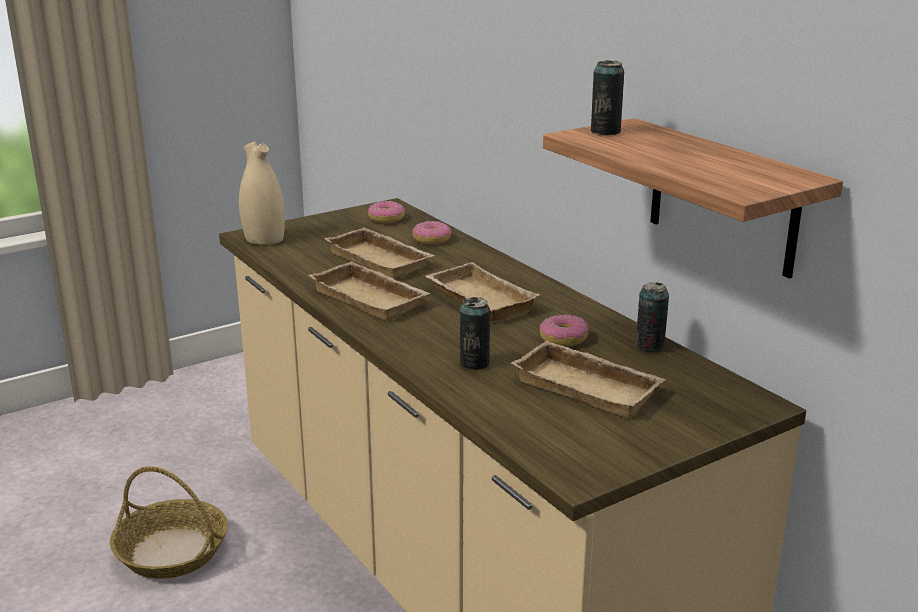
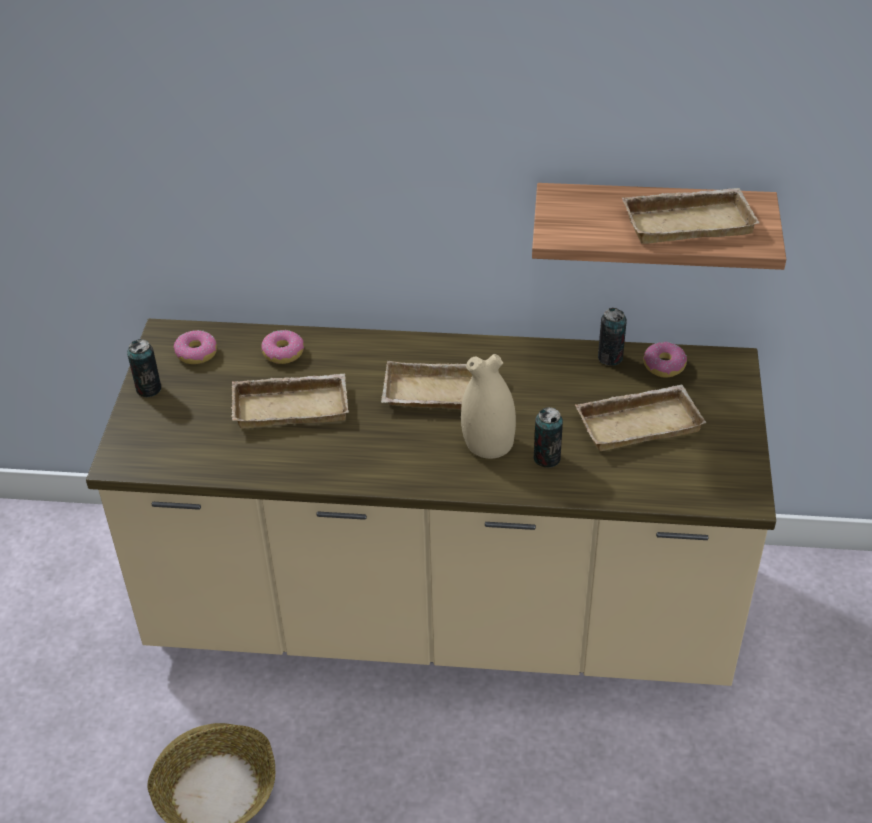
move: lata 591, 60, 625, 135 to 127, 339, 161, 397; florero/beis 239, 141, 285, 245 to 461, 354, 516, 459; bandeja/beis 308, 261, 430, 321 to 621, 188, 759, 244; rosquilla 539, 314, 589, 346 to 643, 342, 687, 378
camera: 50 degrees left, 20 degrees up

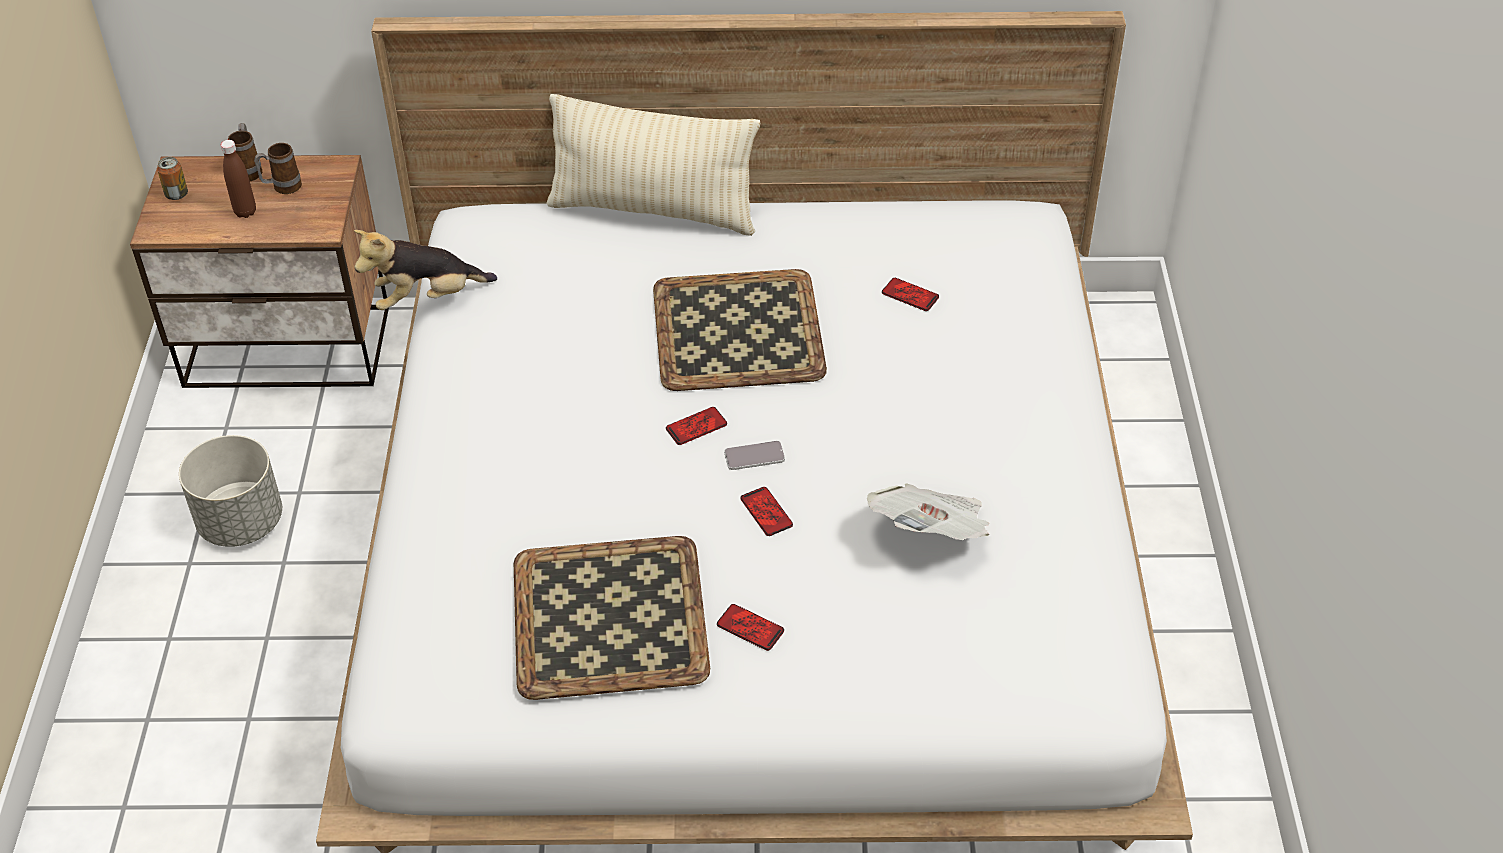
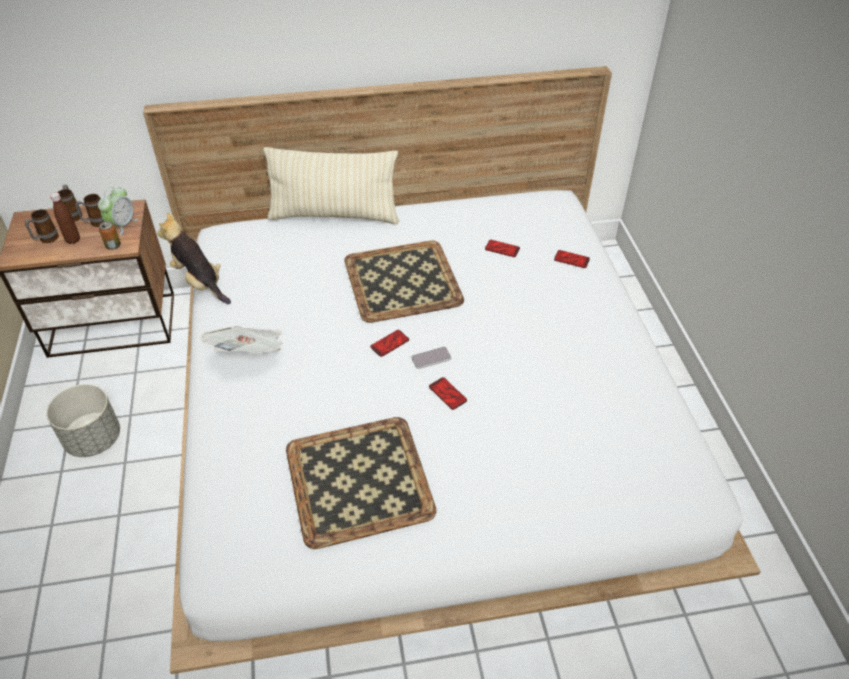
insert: despertador 98, 187, 138, 236; taza grande 25, 209, 59, 243
move: lata 157, 157, 188, 200 to 99, 221, 121, 250; periódico 867, 483, 990, 540 to 201, 326, 283, 354; móvil 717, 604, 784, 651 to 554, 250, 590, 268
rotate: peluche 354, 230, 497, 310 = 157, 213, 231, 304 75 degrees clockwise
camera: 10 degrees left, 0 degrees up

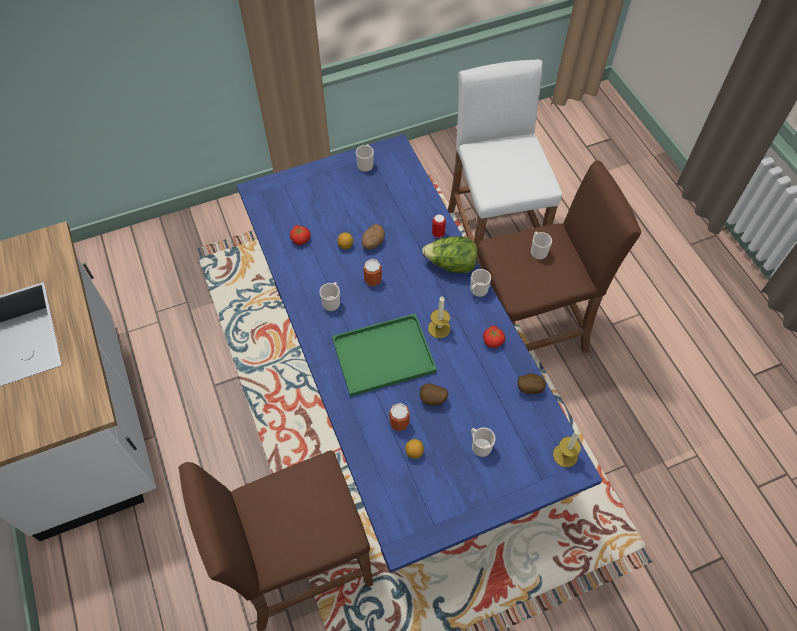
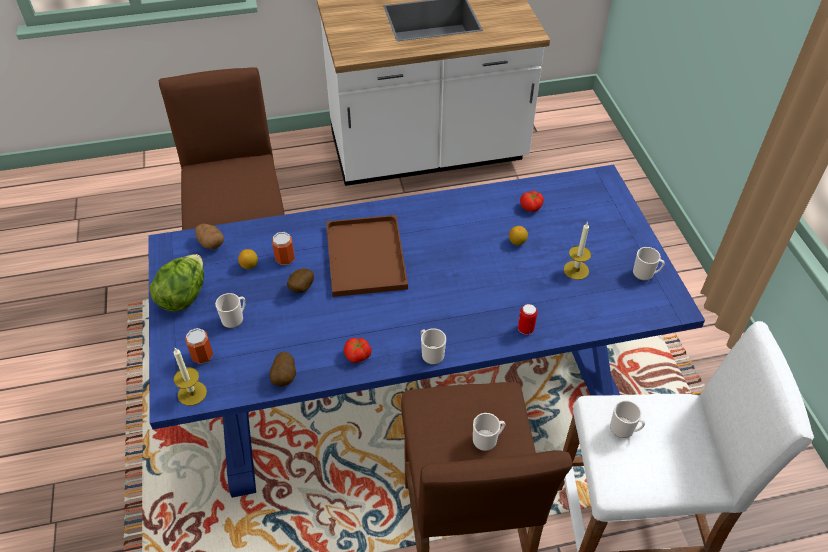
move: patata 362, 224, 385, 250 to 195, 224, 224, 249; lechuga 422, 236, 478, 273 to 150, 254, 204, 312; lata 363, 259, 382, 286 to 185, 328, 213, 364; taza grande 319, 282, 340, 311 to 610, 400, 645, 438; vela 428, 296, 451, 338 to 564, 223, 591, 280
recolor: bandeja/verde 332, 314, 437, 397 to bandeja/marrón 326, 215, 408, 297
camera: 100 degrees right, 10 degrees down

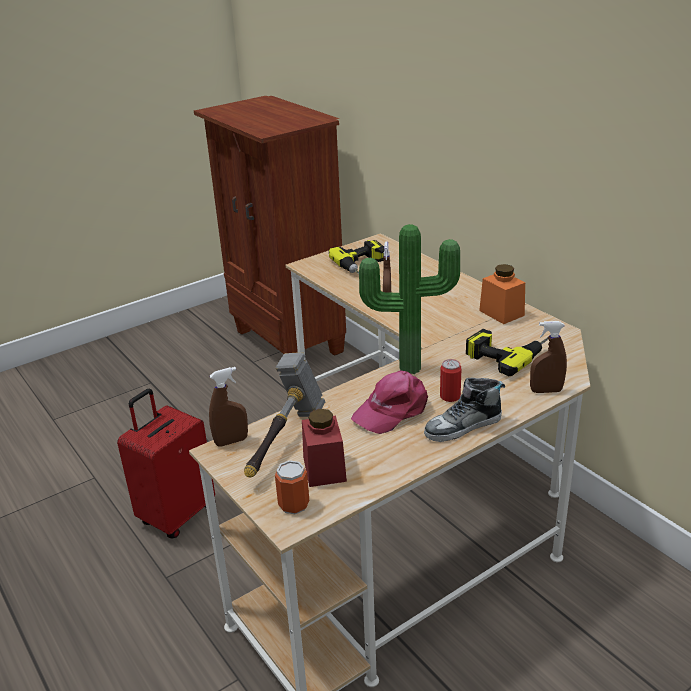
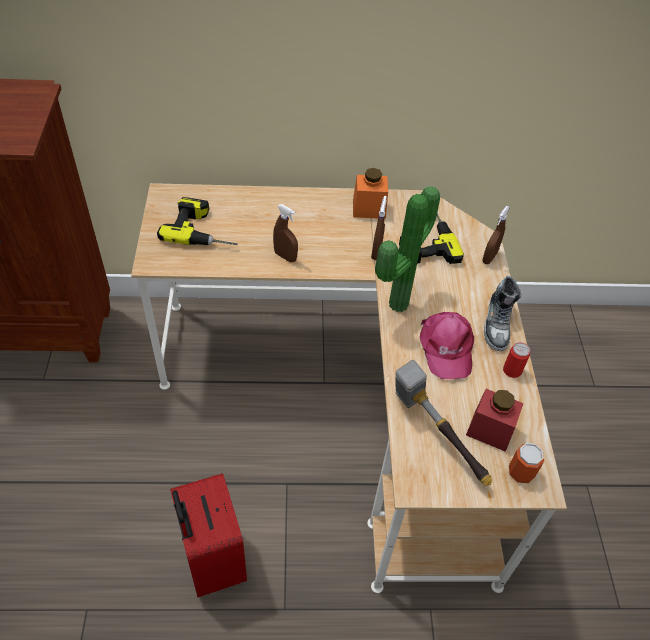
move: lata 440, 359, 461, 402 to 503, 342, 530, 378; pulverizador/marrón 209, 367, 248, 447 to 371, 196, 387, 260
camera: 60 degrees left, 20 degrees up

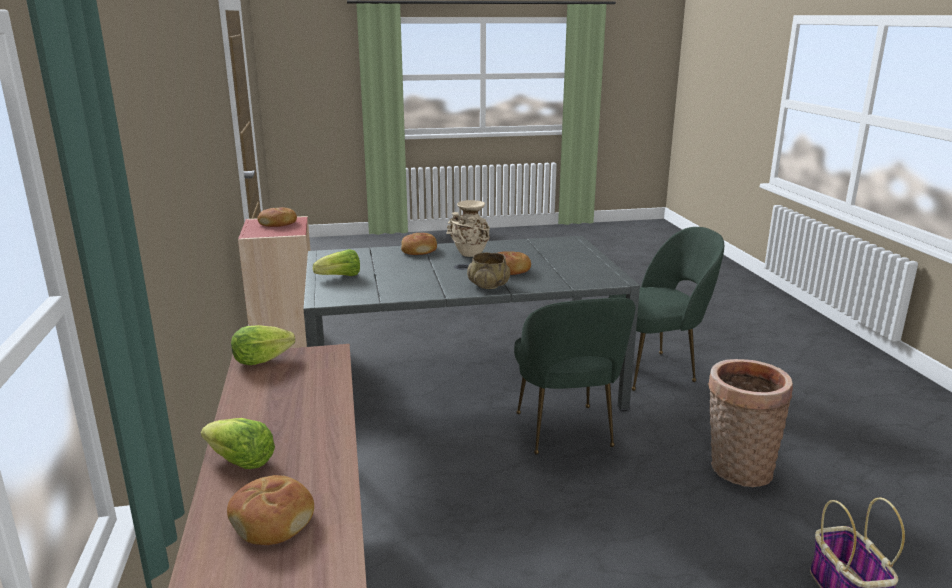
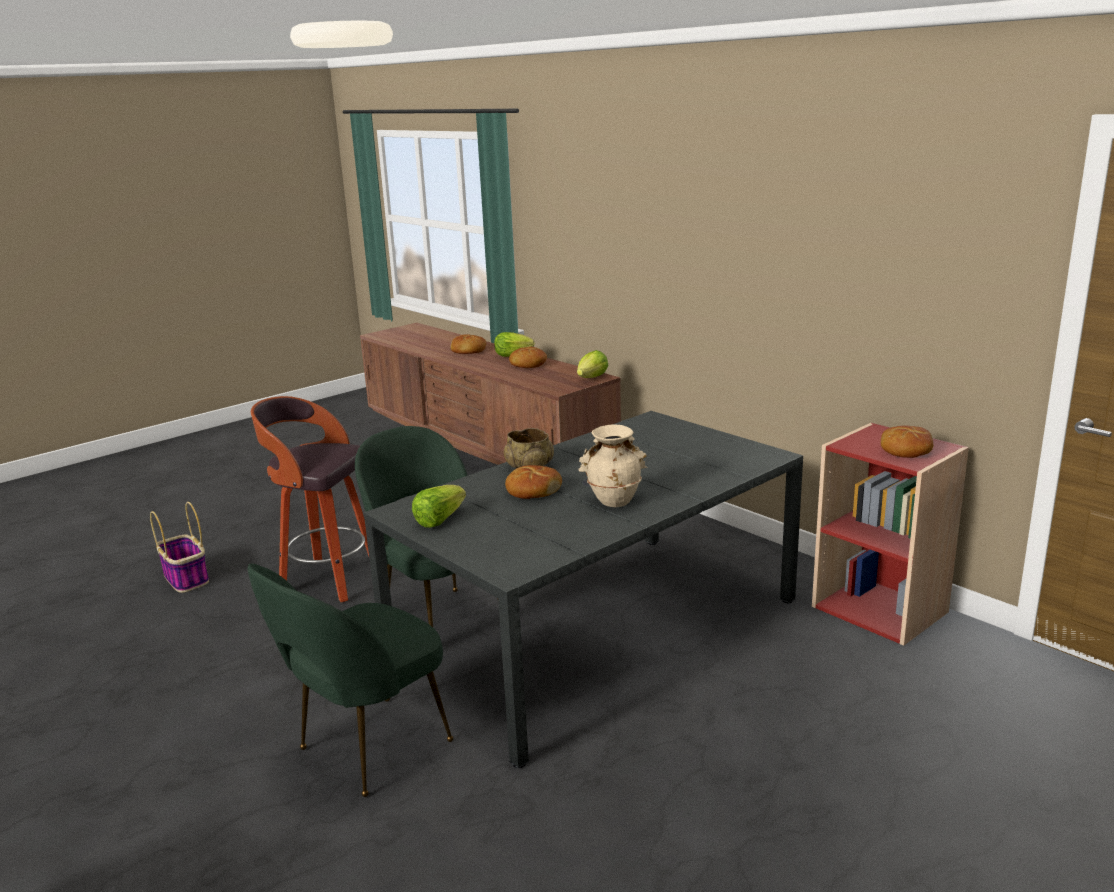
delete: cesta 708, 359, 793, 487
insert: taburete 251, 396, 369, 602
move: pan 401, 233, 437, 255 to 509, 347, 547, 368; lechuga 313, 249, 360, 276 to 412, 485, 466, 528
camera: 150 degrees right, 0 degrees up

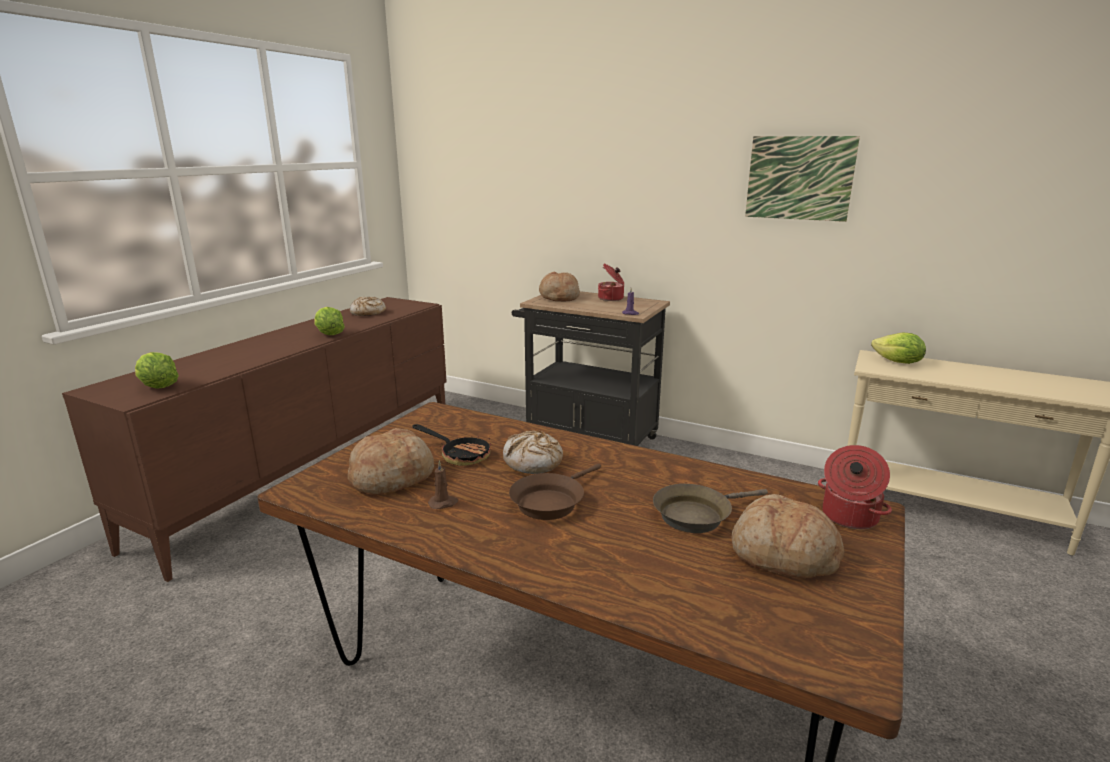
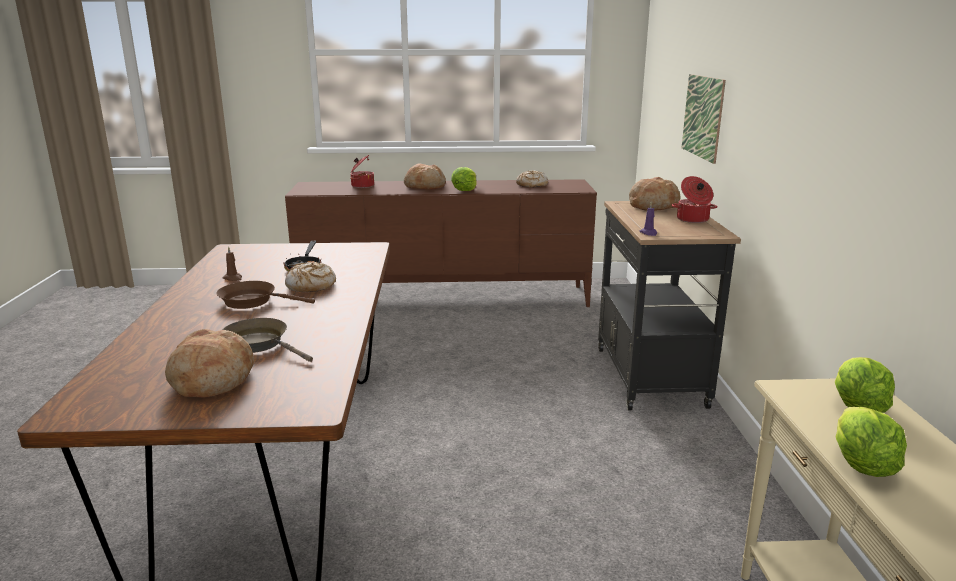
move: cuadro 745, 136, 860, 222 to 682, 74, 726, 164; lechuga 135, 352, 179, 389 to 836, 407, 907, 477; pan 348, 428, 434, 495 to 404, 163, 446, 189; olla 818, 445, 892, 529 to 350, 155, 374, 188
camera: 60 degrees right, 0 degrees up

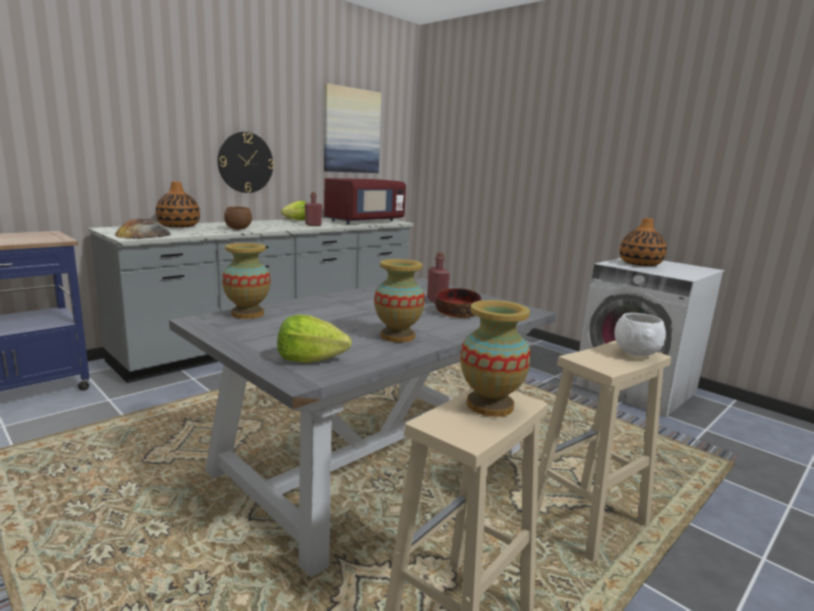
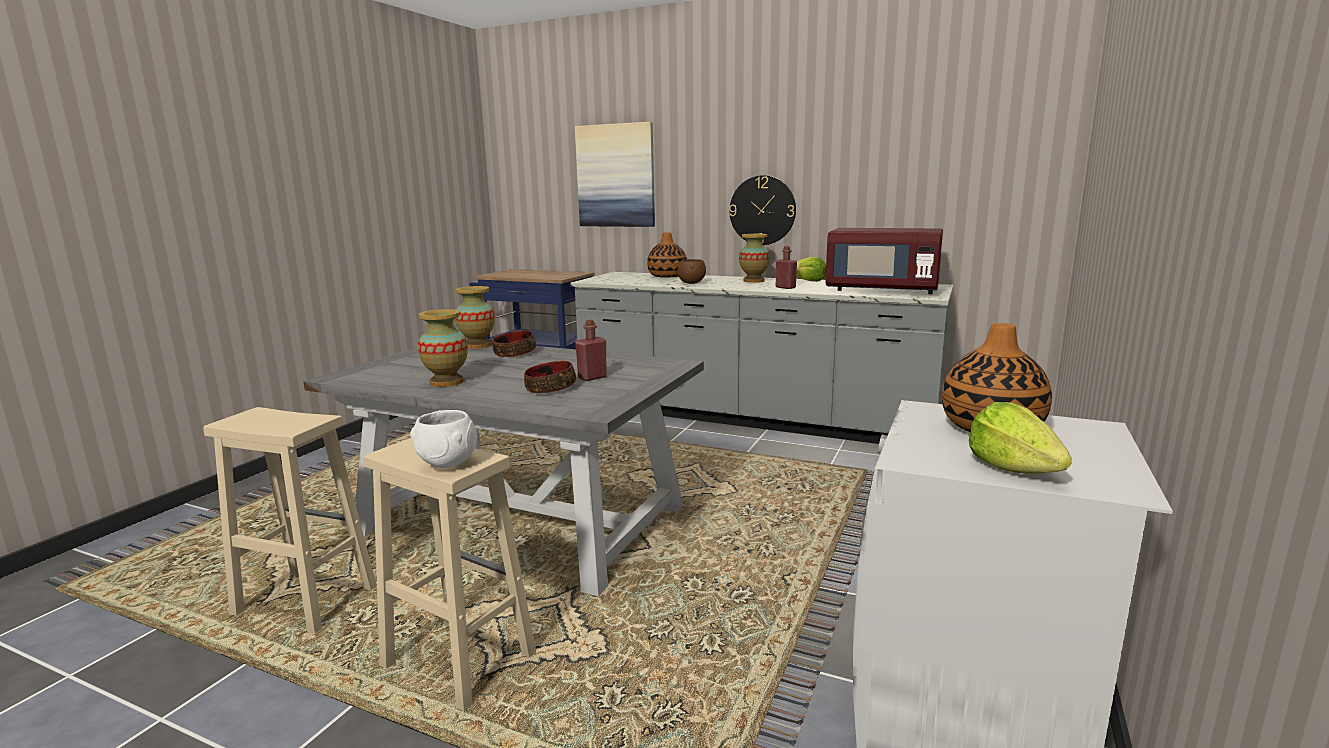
delete: pan 115, 218, 171, 239
insert: cuenco 492, 330, 536, 357
move: cuadro 324, 83, 382, 173 to 575, 122, 655, 227; florero 460, 300, 531, 417 to 739, 234, 770, 283; lechuga 277, 315, 351, 363 to 969, 402, 1072, 474
camera: 70 degrees right, 0 degrees up

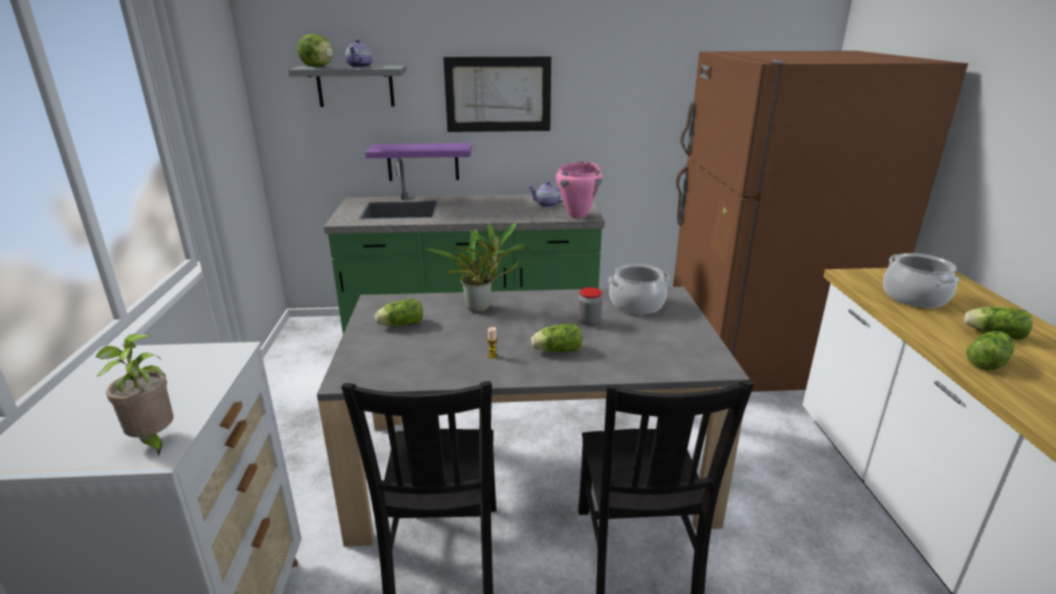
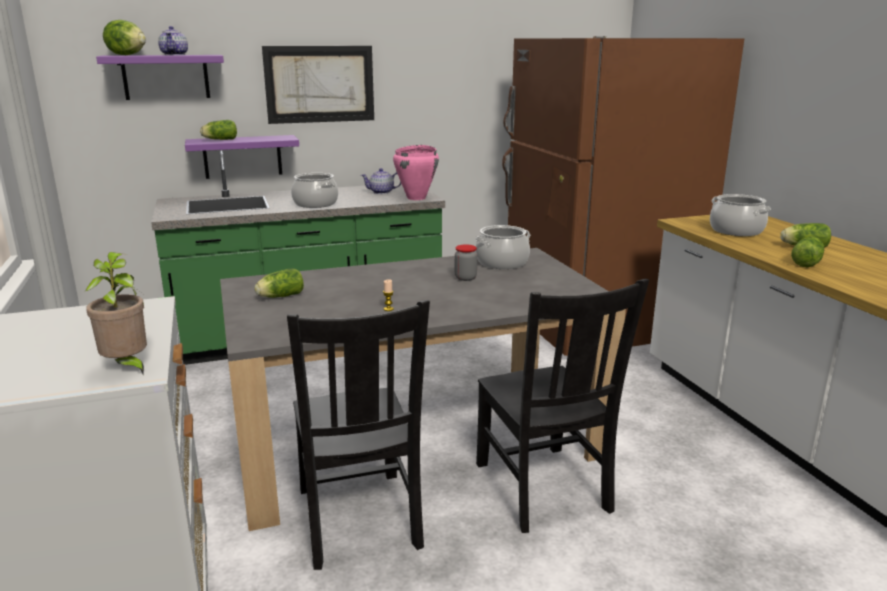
delete: planta en maceta 426, 223, 529, 312
insert: olla 291, 173, 338, 208
move: lechuga 531, 323, 582, 352 to 200, 120, 237, 140
recolor: estante/gris 288, 65, 406, 107 to estante/morado 96, 55, 224, 100
camera: 15 degrees left, 5 degrees down

